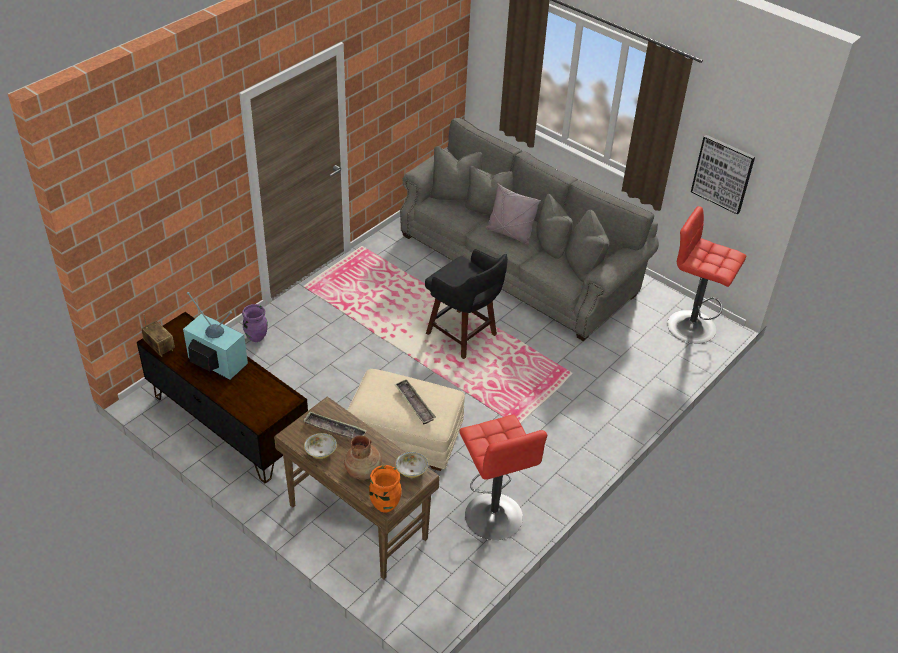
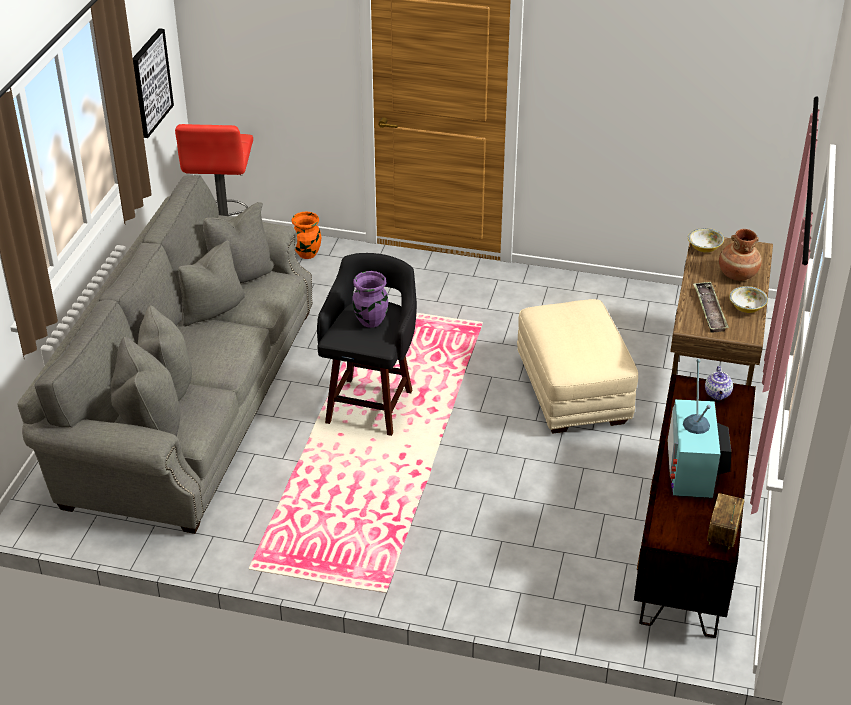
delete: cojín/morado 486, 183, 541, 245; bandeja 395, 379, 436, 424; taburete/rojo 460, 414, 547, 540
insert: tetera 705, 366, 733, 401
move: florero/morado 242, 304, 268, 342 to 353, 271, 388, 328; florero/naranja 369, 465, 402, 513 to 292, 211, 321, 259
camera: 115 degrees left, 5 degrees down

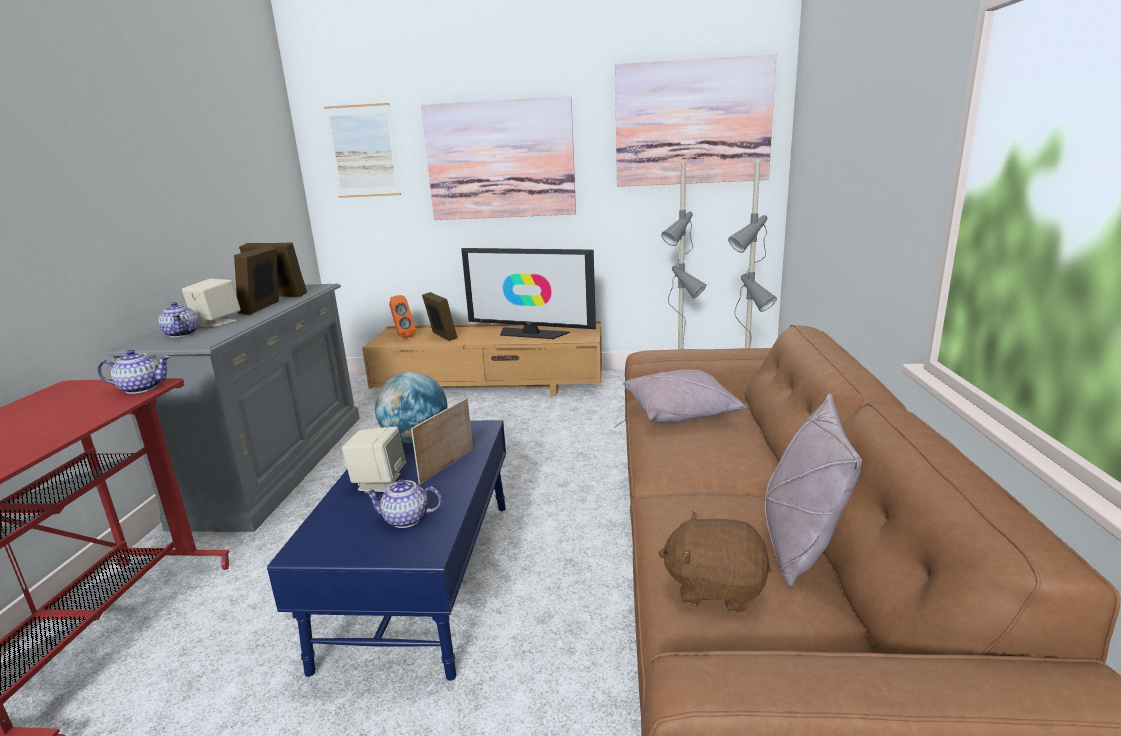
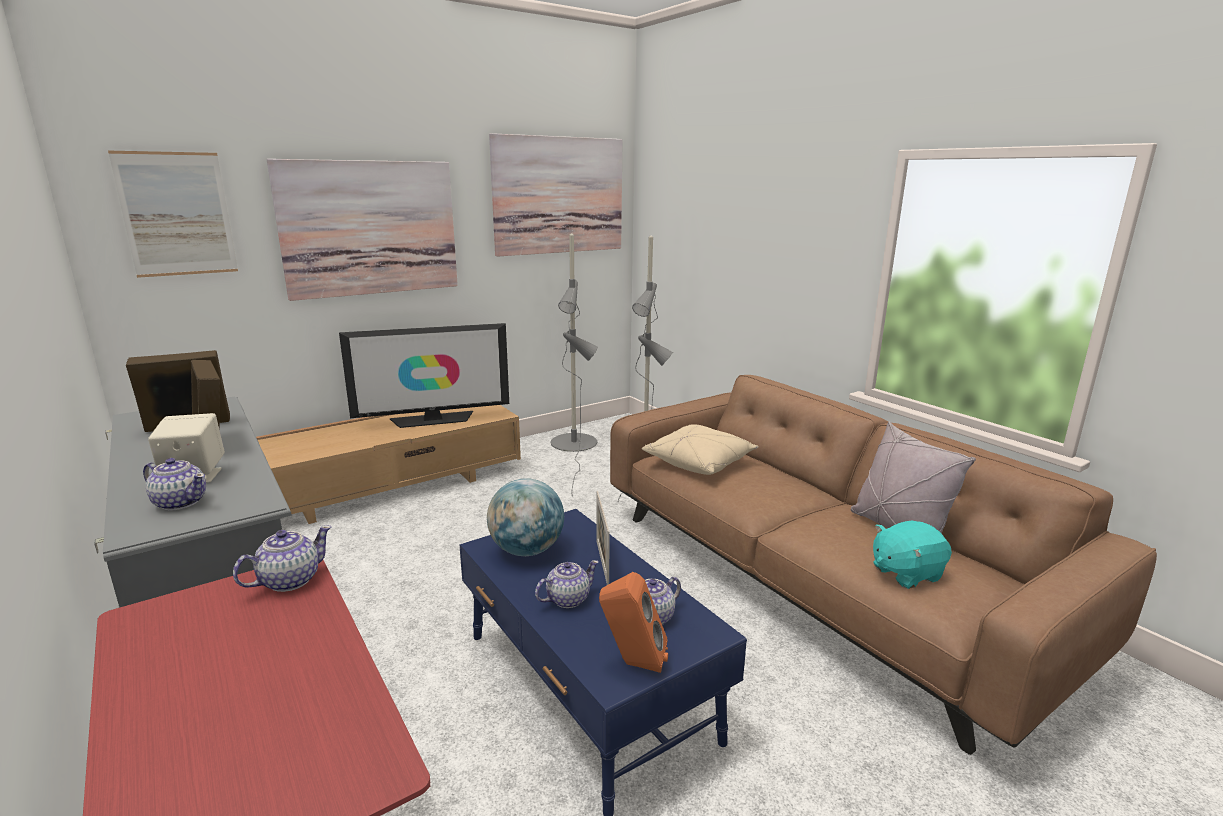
delete: portarretratos 422, 292, 457, 341
move: altavoz/naranja 389, 295, 416, 338 to 599, 572, 668, 673
replace: altavoz/beis 342, 426, 406, 492 to tetera 535, 560, 599, 608
recolor: cojín/morado 623, 369, 747, 423 to cojín/beis 642, 424, 759, 475; peluche/marrón 659, 511, 771, 613 to peluche/turquesa 873, 521, 952, 589
camera: 40 degrees left, 0 degrees up

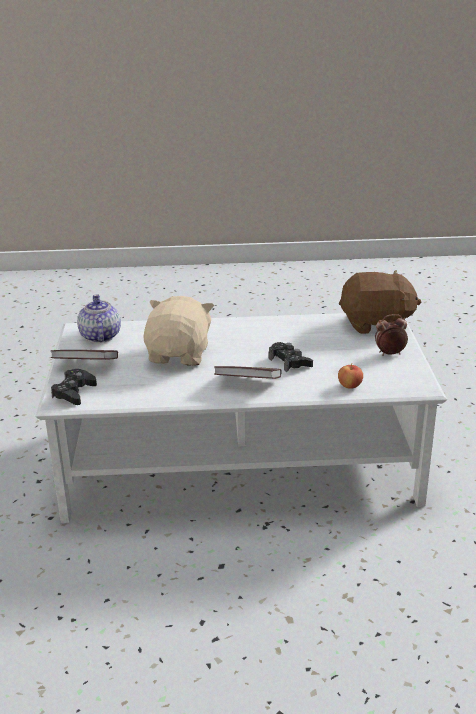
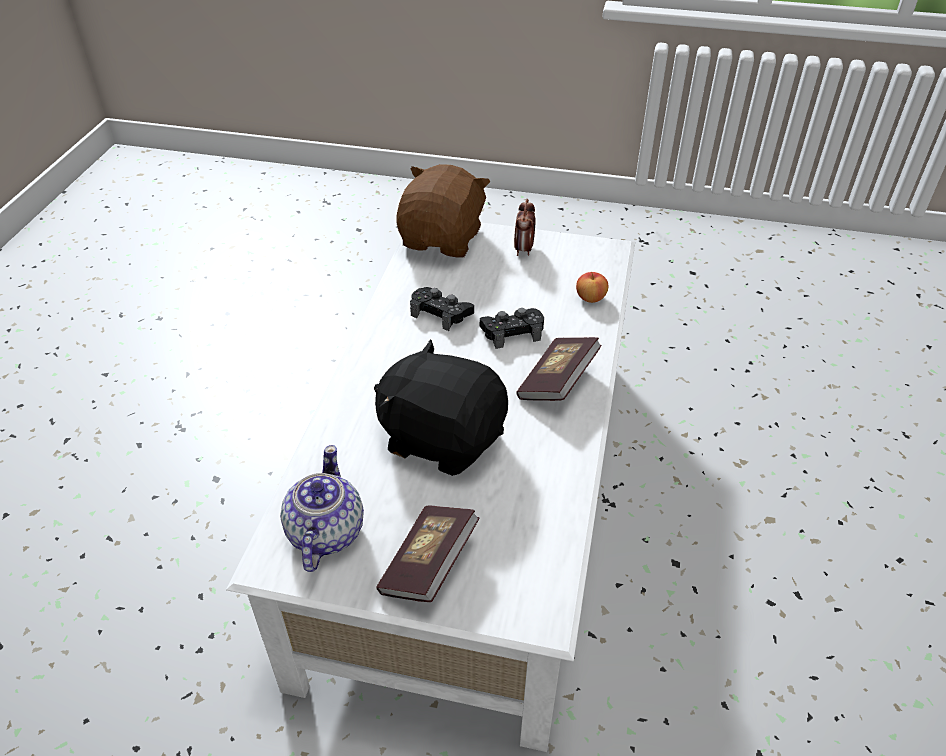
move: mando de consola/negro 51, 369, 97, 405 to 410, 287, 474, 331
recolor: peluche/beis 143, 296, 214, 366 to peluche/negro 374, 339, 508, 476
rotate: tetera 77, 294, 121, 343 = 280, 445, 364, 572 90 degrees clockwise
camera: 75 degrees left, 15 degrees up

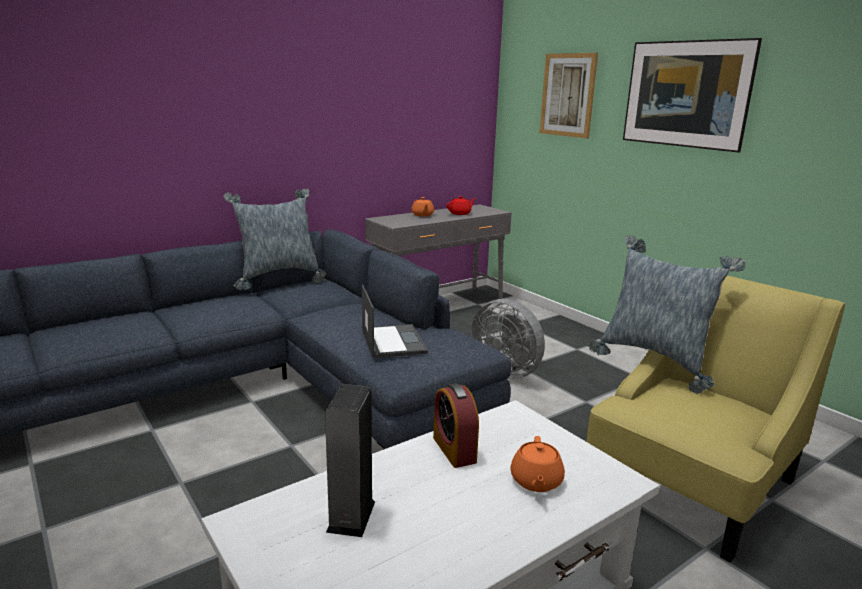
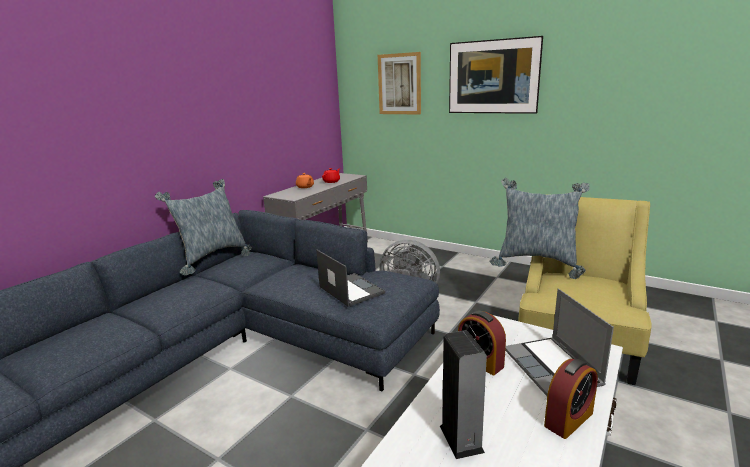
insert: despertador 544, 359, 598, 439
replace: tetera/naranja 510, 436, 565, 492 to portátil 505, 289, 614, 396
camera: 20 degrees left, 0 degrees up

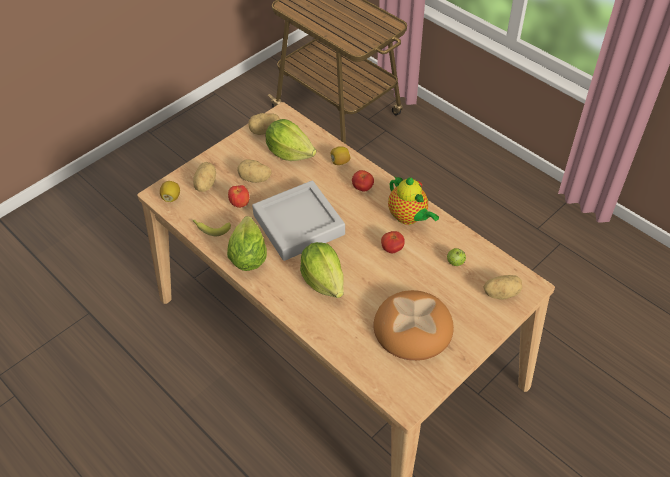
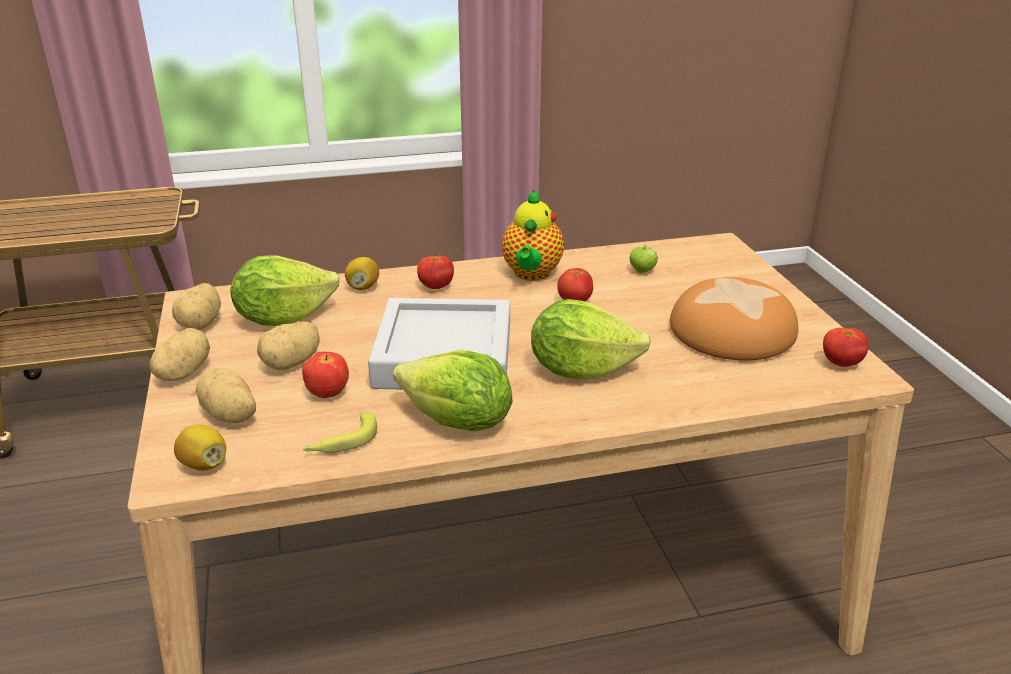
insert: tomate 823, 328, 869, 367
move: patata 483, 275, 522, 300 to 150, 328, 210, 381
rotate: tetera 388, 177, 439, 225 = 502, 190, 564, 281 105 degrees clockwise
camera: 60 degrees left, 20 degrees down

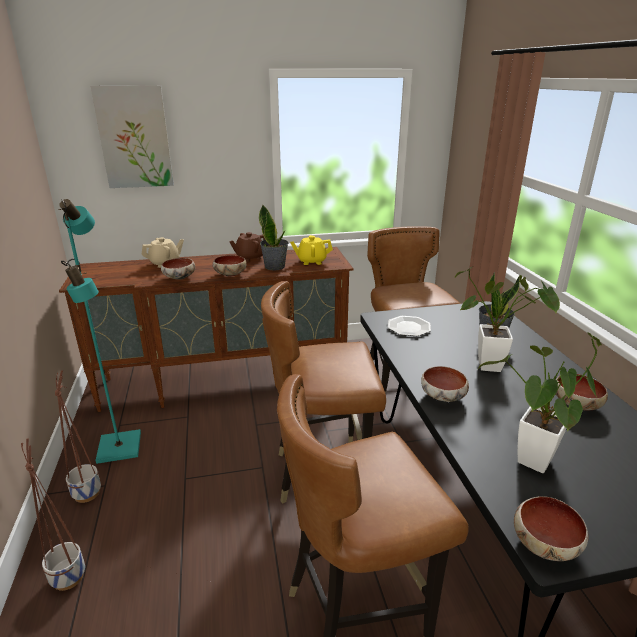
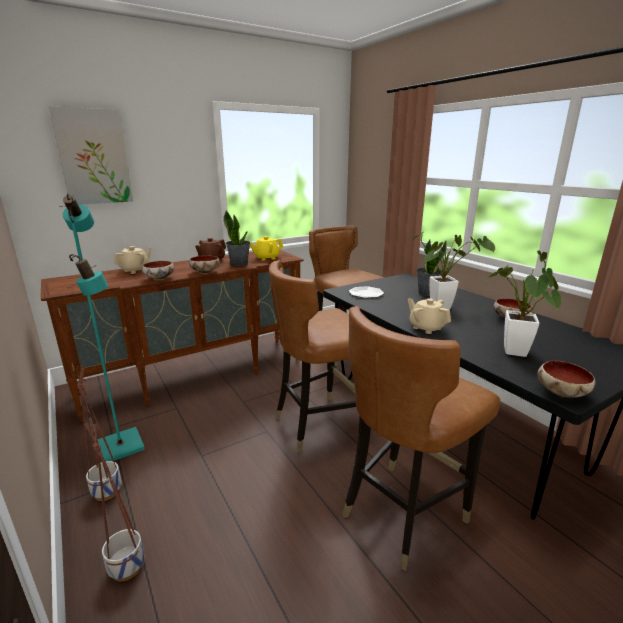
replace: cuenco 421, 366, 469, 402 to tetera/beis 408, 298, 451, 334
camera: 20 degrees left, 5 degrees down

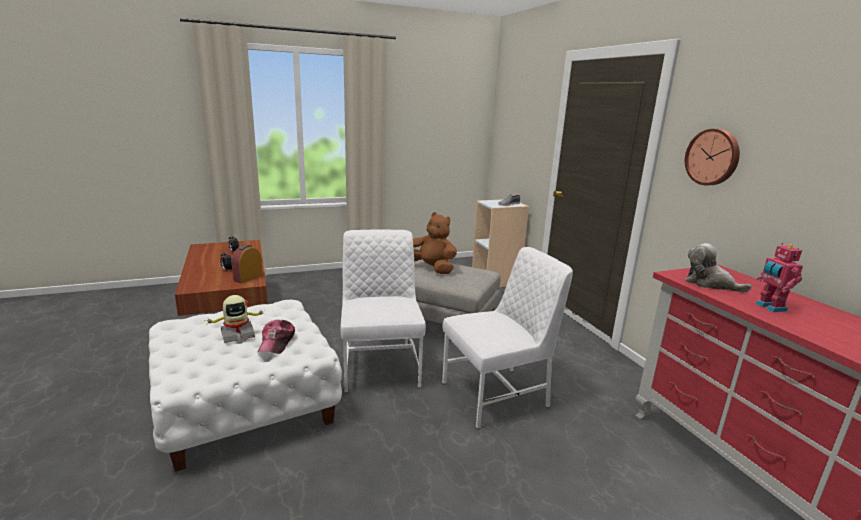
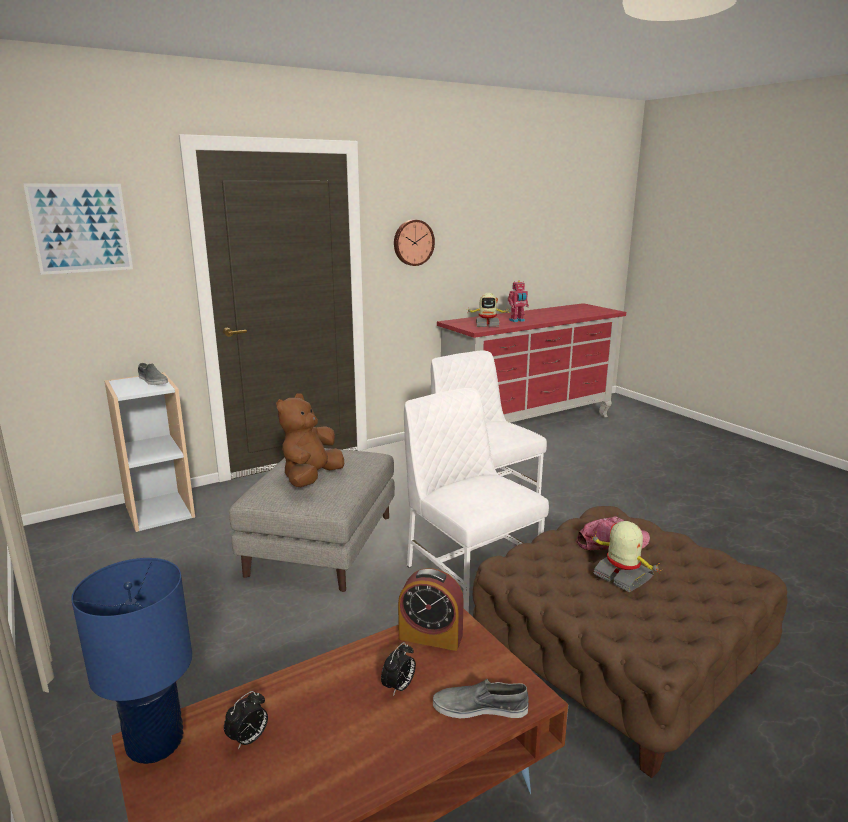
insert: cuadro 23, 184, 133, 275; lámpara de mesa/azul 71, 558, 192, 764; zapato/gris 433, 679, 529, 718
replace: peluche 685, 243, 752, 292 to robot de juguete 466, 293, 510, 327
recolor: puf/blanco 149, 300, 342, 472 to puf/marrón 473, 506, 788, 778
rotate: silla/blanco 340, 229, 426, 393 = 404, 388, 549, 613 75 degrees clockwise
camera: 100 degrees left, 0 degrees up

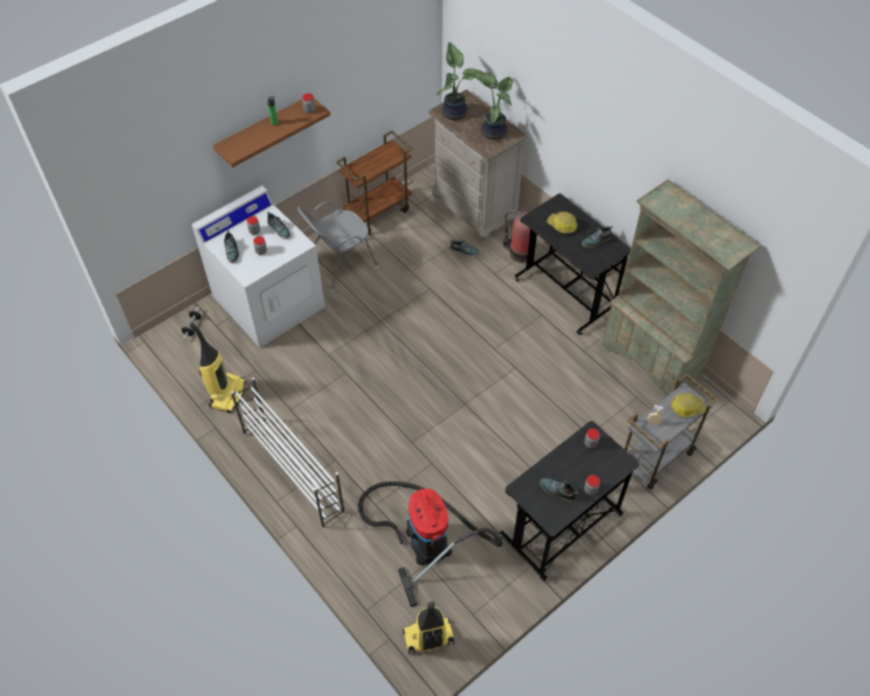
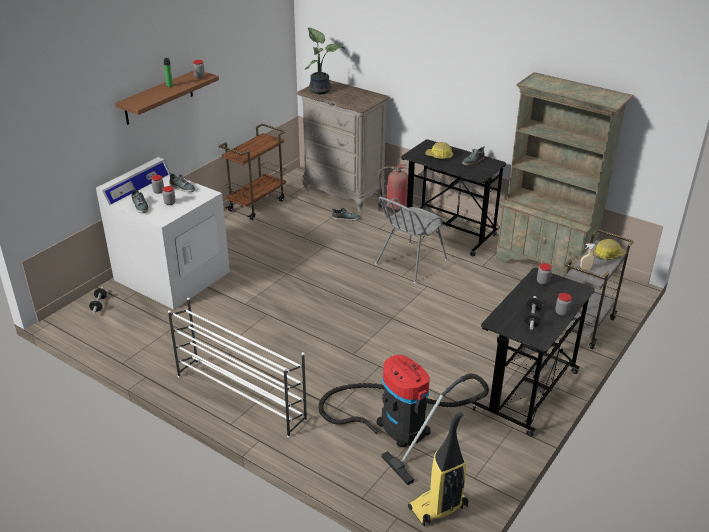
delete: planta en maceta 468, 72, 513, 140; aspiradora 189, 322, 246, 413
move: silla/gris 297, 202, 379, 292 to 375, 197, 448, 284
replace: zapato 540, 478, 579, 502 to mancuerna 524, 296, 542, 330
camera: 15 degrees left, 20 degrees down

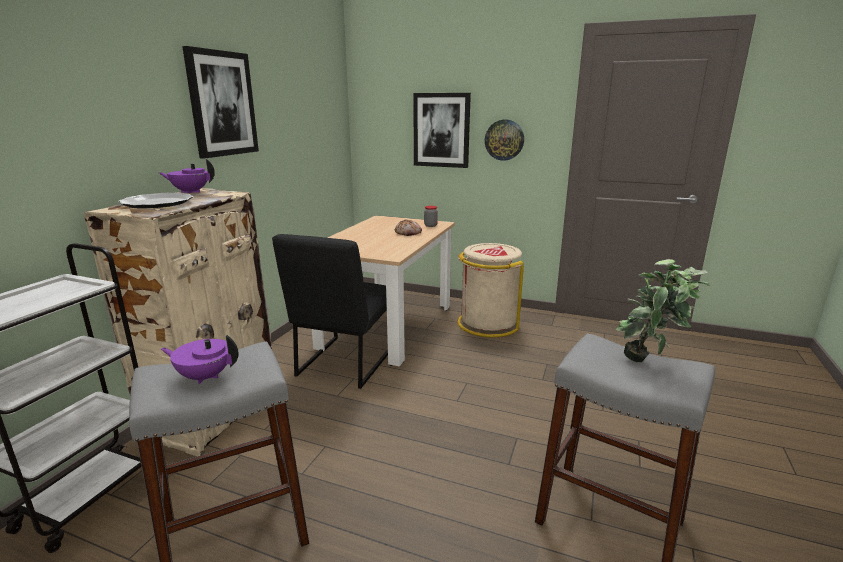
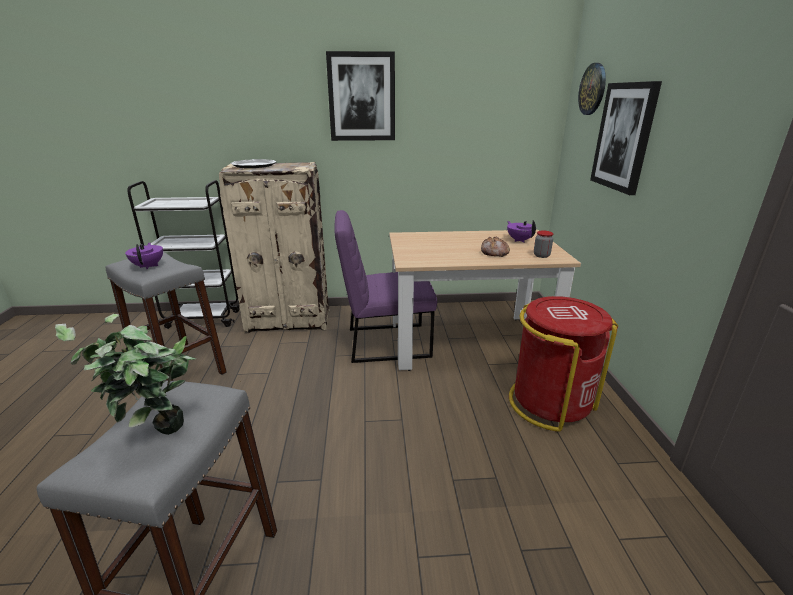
move: reloj de pared 485, 120, 524, 161 to 578, 63, 606, 115; tetera/morado 159, 159, 215, 194 to 507, 220, 536, 242
recolor: silla/negro 272, 234, 388, 389 to silla/morado 335, 210, 437, 363; papelera/beis 457, 243, 524, 337 to papelera/rojo 509, 296, 618, 432
camera: 65 degrees right, 5 degrees up

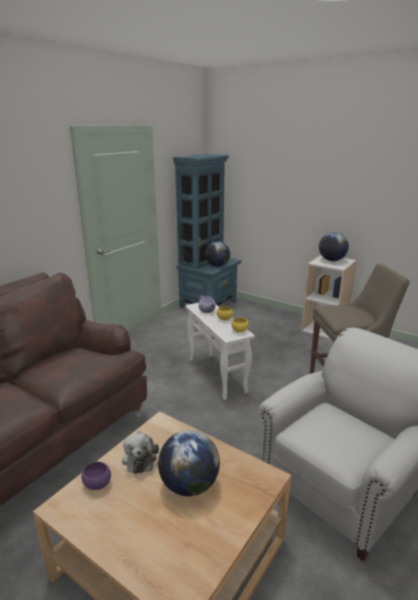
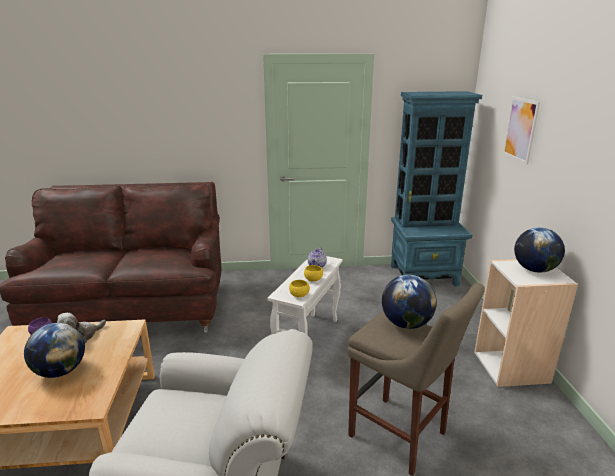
insert: cuadro 503, 97, 540, 164
move: globo terráqueo 205, 241, 230, 267 to 382, 275, 437, 329
camera: 50 degrees right, 0 degrees up

